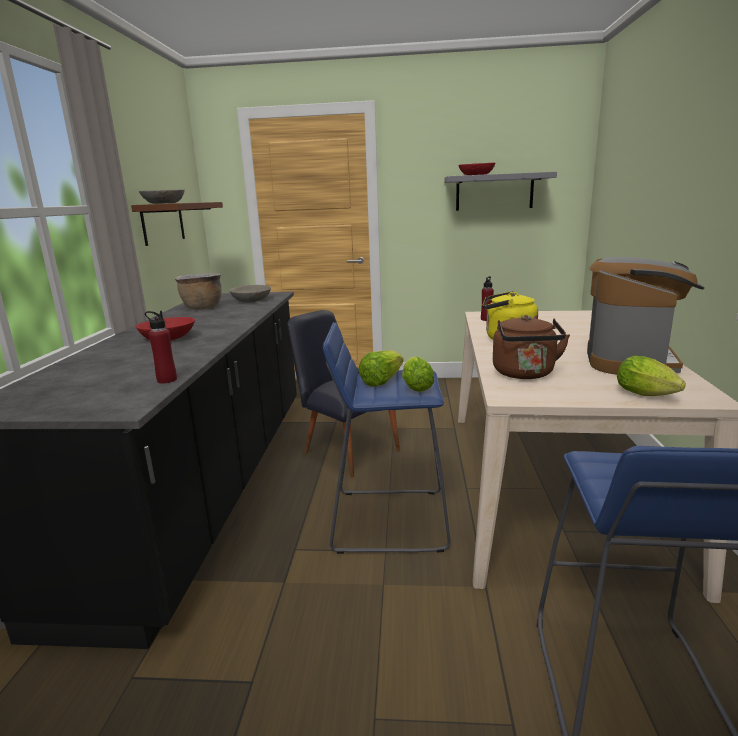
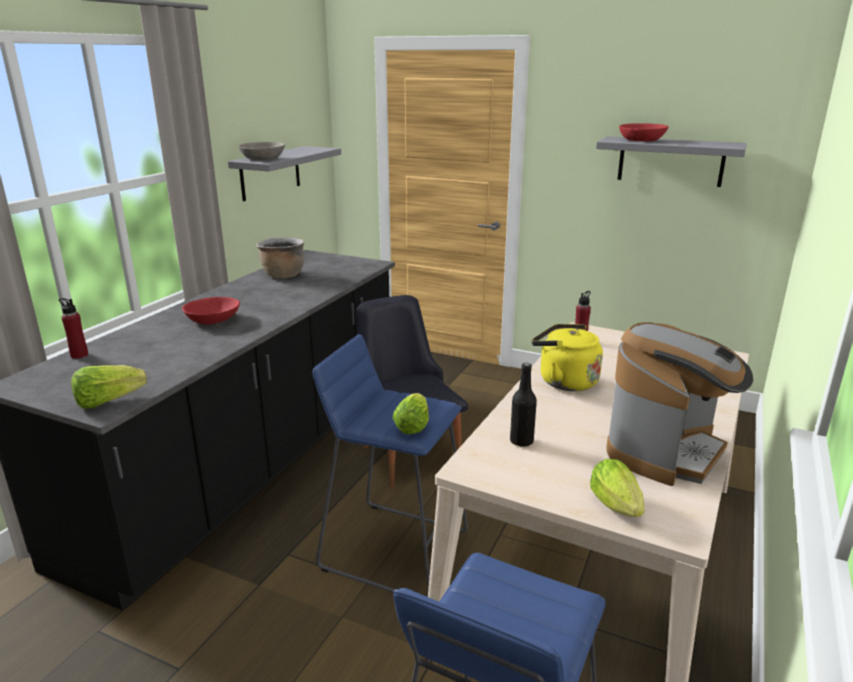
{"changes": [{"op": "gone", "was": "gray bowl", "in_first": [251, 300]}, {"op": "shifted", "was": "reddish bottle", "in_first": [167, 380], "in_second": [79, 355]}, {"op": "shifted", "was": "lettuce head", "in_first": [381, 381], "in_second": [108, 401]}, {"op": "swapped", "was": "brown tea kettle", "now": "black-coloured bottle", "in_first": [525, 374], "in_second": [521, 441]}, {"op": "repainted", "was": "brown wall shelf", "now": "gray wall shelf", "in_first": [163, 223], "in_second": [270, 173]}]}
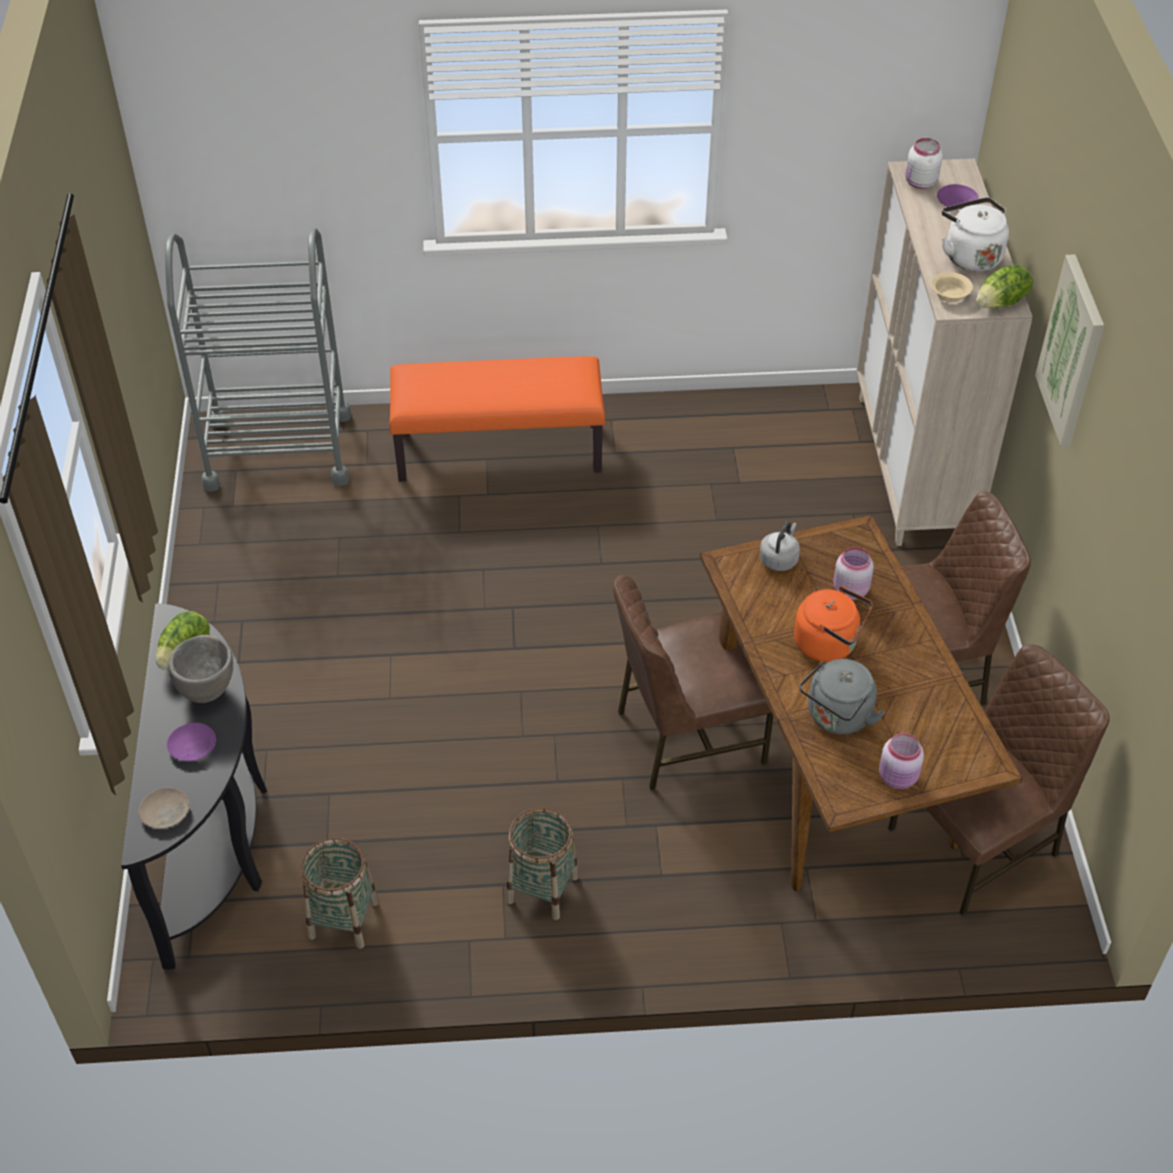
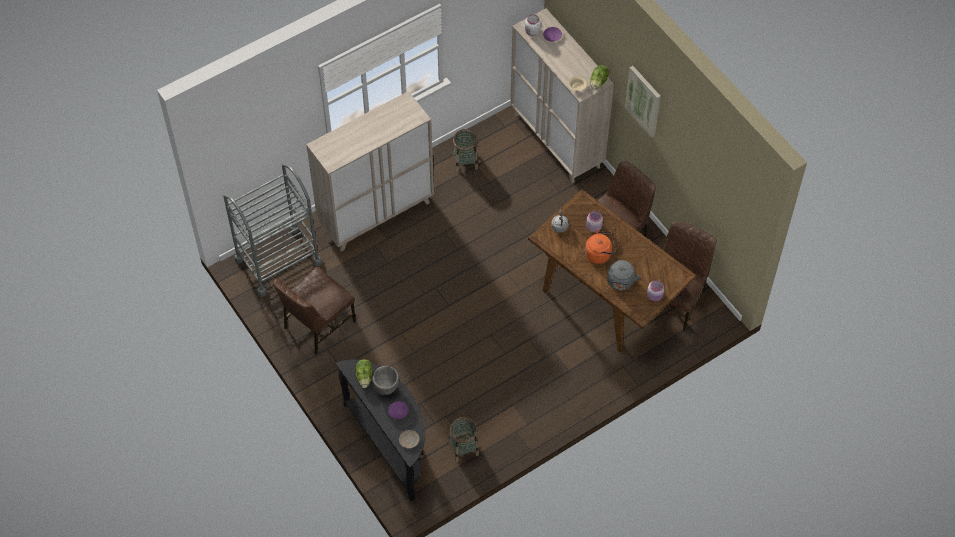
{"changes": [{"op": "gone", "was": "white-coloured tea kettle", "in_first": [970, 256]}, {"op": "shifted", "was": "basket", "in_first": [542, 889], "in_second": [465, 162]}, {"op": "shifted", "was": "brown chair", "in_first": [687, 736], "in_second": [318, 324]}, {"op": "swapped", "was": "orange indoor bench", "now": "sand-coloured cupboard", "in_first": [500, 450], "in_second": [376, 214]}]}
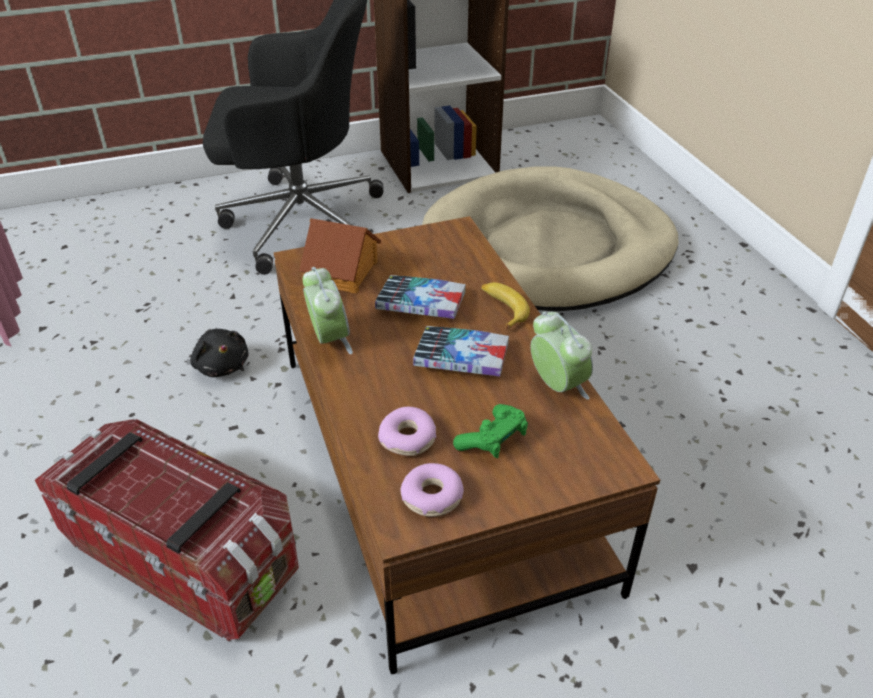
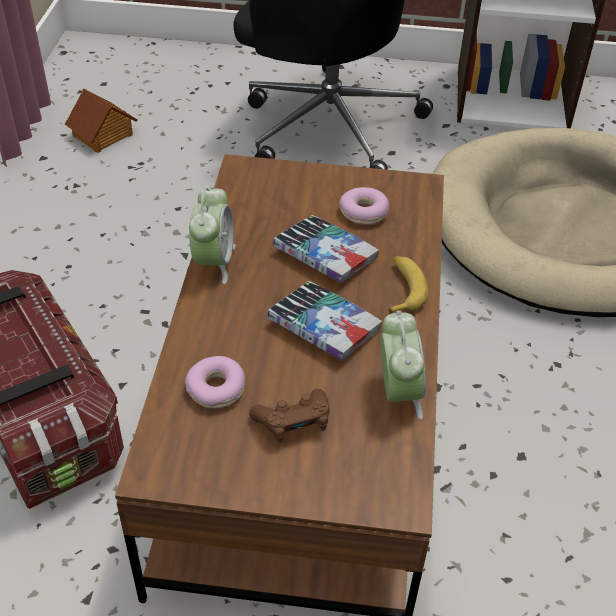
{"changes": [{"op": "gone", "was": "black-coloured cuddly toy", "in_first": [221, 365]}, {"op": "shifted", "was": "model house", "in_first": [343, 272], "in_second": [103, 135]}, {"op": "shifted", "was": "doughnut", "in_first": [432, 497], "in_second": [364, 213]}, {"op": "repainted", "was": "greenish gamepad", "now": "brown gamepad", "in_first": [493, 440], "in_second": [293, 423]}]}
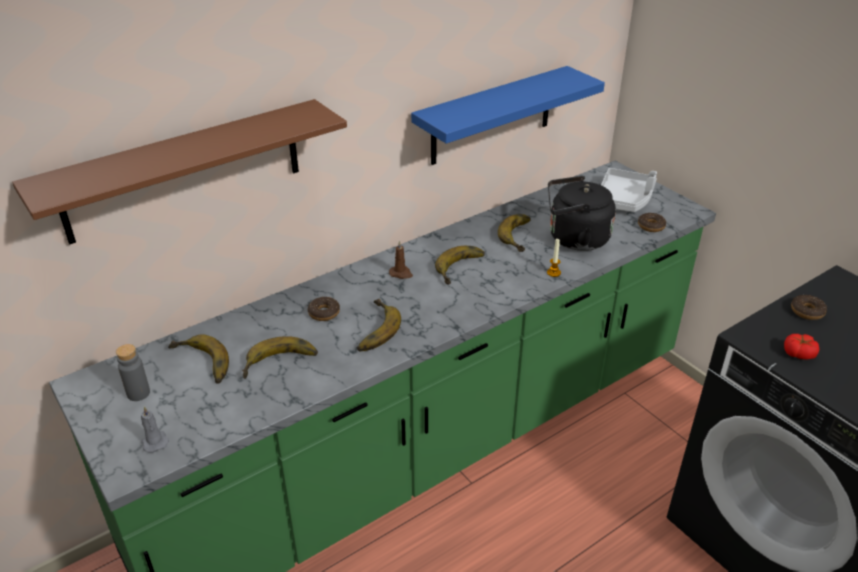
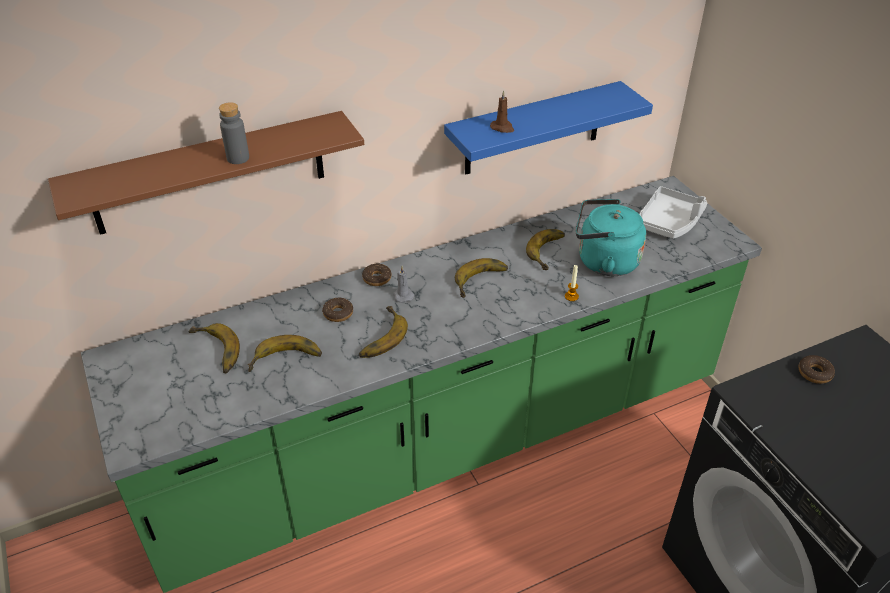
{"changes": [{"op": "gone", "was": "tomato", "in_first": [799, 353]}, {"op": "shifted", "was": "gray bottle", "in_first": [138, 393], "in_second": [238, 158]}, {"op": "shifted", "was": "gray candle", "in_first": [154, 441], "in_second": [402, 295]}, {"op": "shifted", "was": "brown candle", "in_first": [401, 274], "in_second": [502, 128]}, {"op": "shifted", "was": "doughnut", "in_first": [651, 226], "in_second": [377, 278]}, {"op": "repainted", "was": "black-coloured tea kettle", "now": "turquoise tea kettle", "in_first": [574, 239], "in_second": [603, 261]}]}
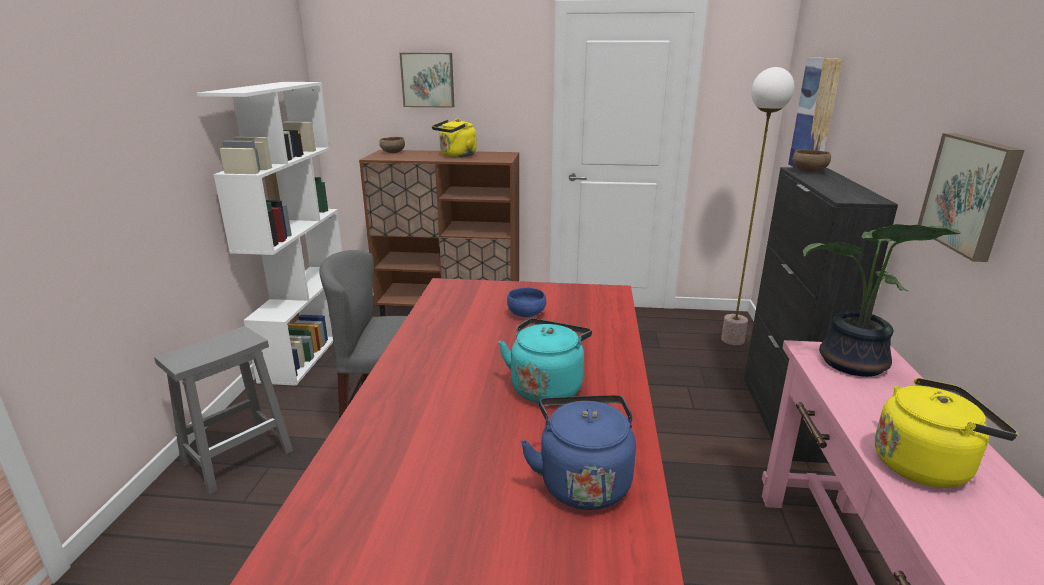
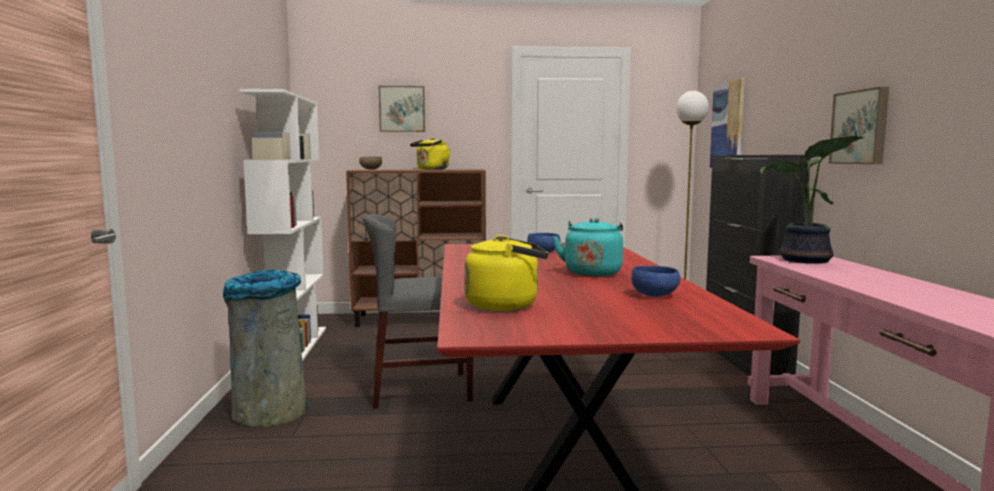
{"changes": [{"op": "gone", "was": "brown bowl", "in_first": [808, 171]}, {"op": "shifted", "was": "yellow tea kettle", "in_first": [925, 465], "in_second": [506, 305]}, {"op": "swapped", "was": "gray stool seat", "now": "gray rubbish bin", "in_first": [239, 456], "in_second": [269, 412]}, {"op": "swapped", "was": "blue-coloured tea kettle", "now": "blue-coloured bowl", "in_first": [583, 480], "in_second": [655, 295]}]}
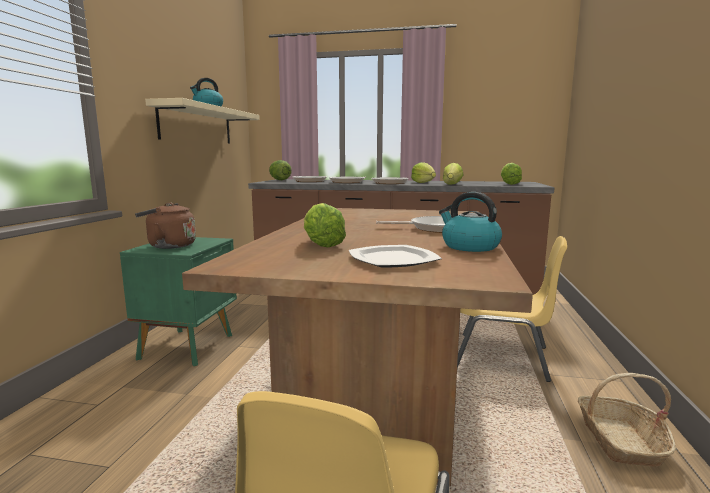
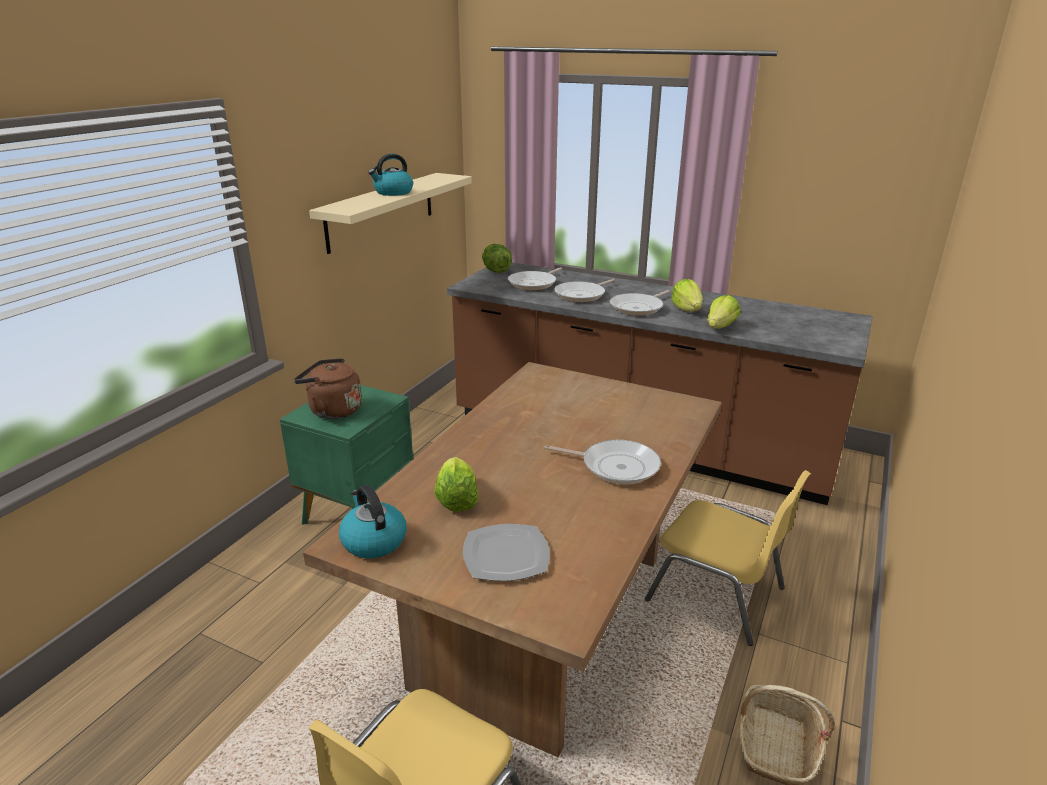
{"changes": [{"op": "gone", "was": "lettuce head", "in_first": [509, 184]}, {"op": "shifted", "was": "tea kettle", "in_first": [469, 246], "in_second": [373, 541]}]}
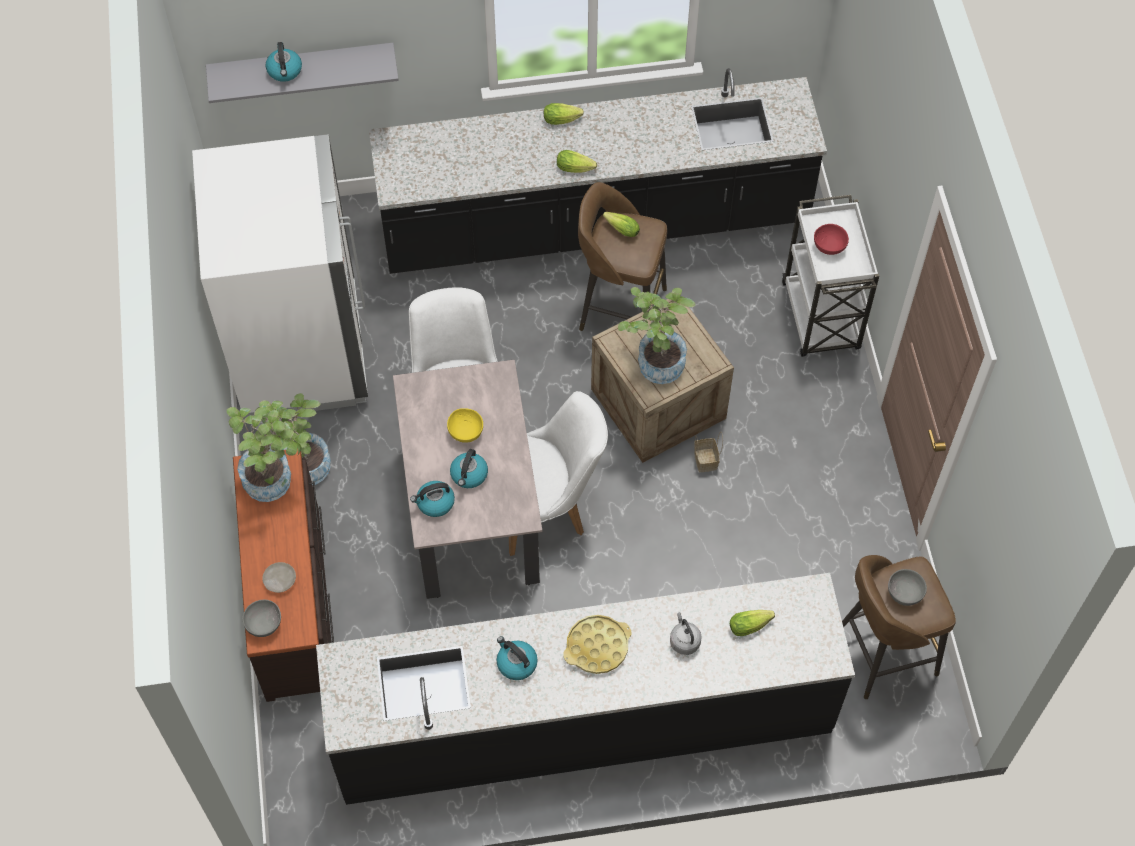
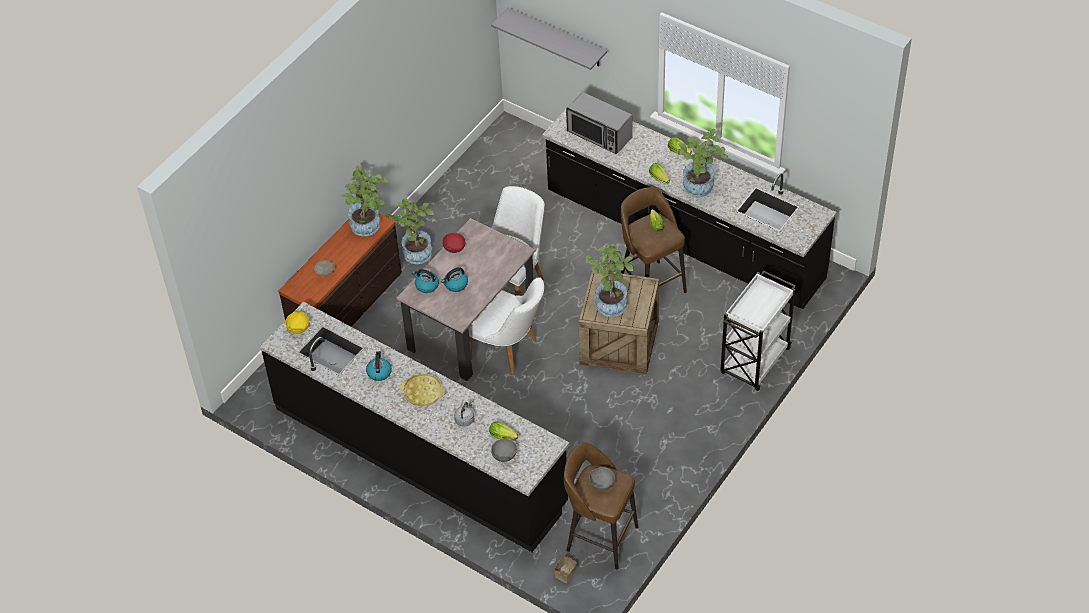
{"changes": [{"op": "gone", "was": "white-coloured refrigerator", "in_first": [301, 351]}, {"op": "gone", "was": "tea kettle", "in_first": [285, 71]}, {"op": "new", "now": "microwave oven", "in_second": [599, 135]}, {"op": "new", "now": "houseplant", "in_second": [699, 190]}, {"op": "shifted", "was": "gray bowl", "in_first": [265, 624], "in_second": [505, 456]}, {"op": "shifted", "was": "yellow bowl", "in_first": [466, 431], "in_second": [299, 328]}, {"op": "shifted", "was": "basket", "in_first": [706, 461], "in_second": [565, 574]}, {"op": "shifted", "was": "reddish bowl", "in_first": [828, 246], "in_second": [454, 247]}]}
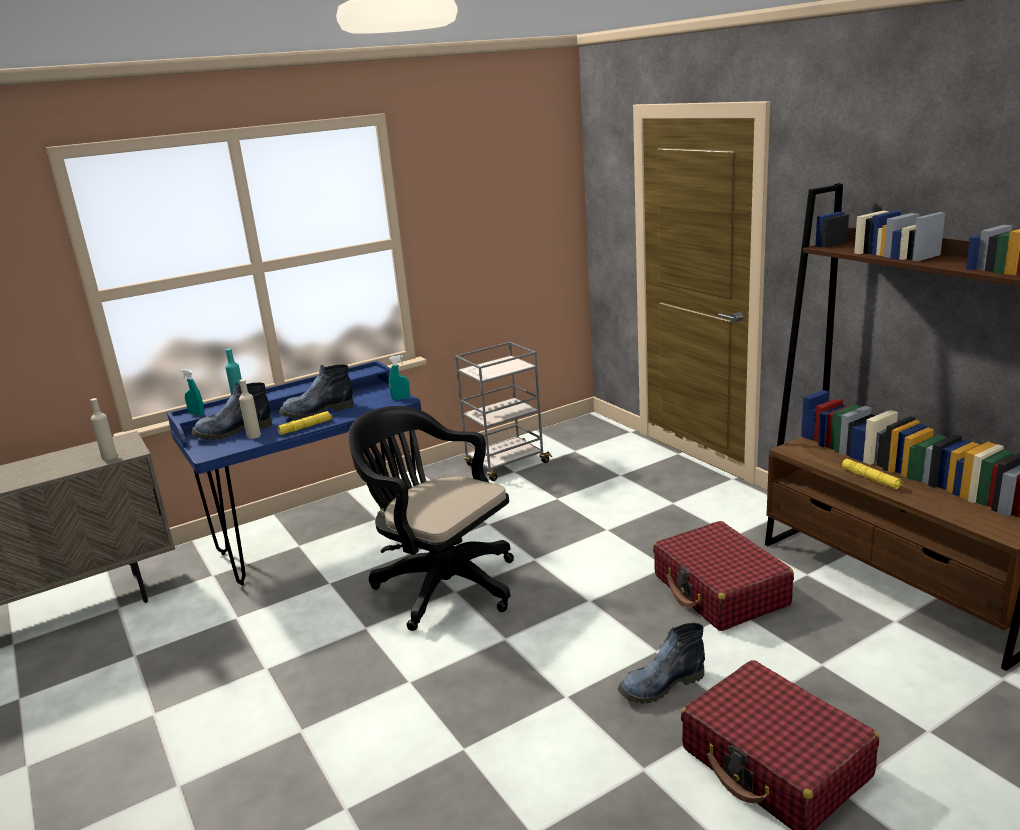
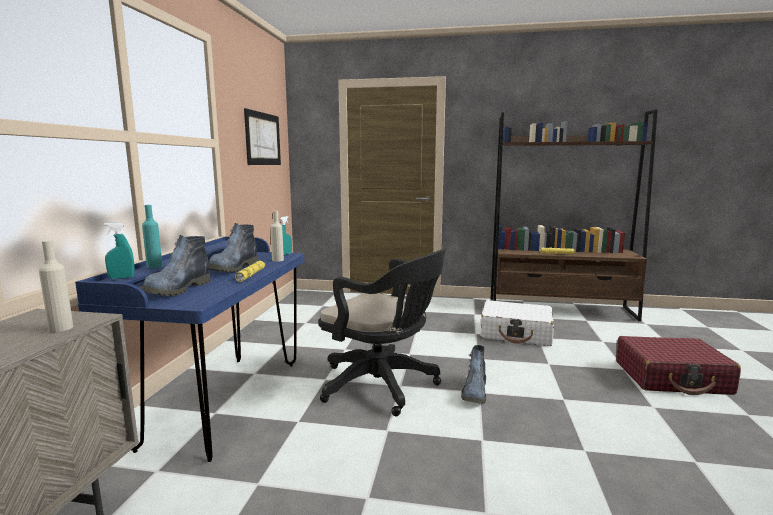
{"changes": [{"op": "gone", "was": "gray cart", "in_first": [506, 464]}, {"op": "new", "now": "wall art", "in_second": [263, 139]}, {"op": "shifted", "was": "sand-coloured bottle", "in_first": [253, 436], "in_second": [277, 260]}, {"op": "shifted", "was": "tall boot", "in_first": [660, 686], "in_second": [475, 393]}, {"op": "repainted", "was": "reddish suitcase", "now": "white-coloured suitcase", "in_first": [720, 591], "in_second": [516, 333]}, {"op": "rotated", "was": "black-coloured desk chair", "in_first": [440, 584], "in_second": [383, 386], "clockwise": -135}]}
